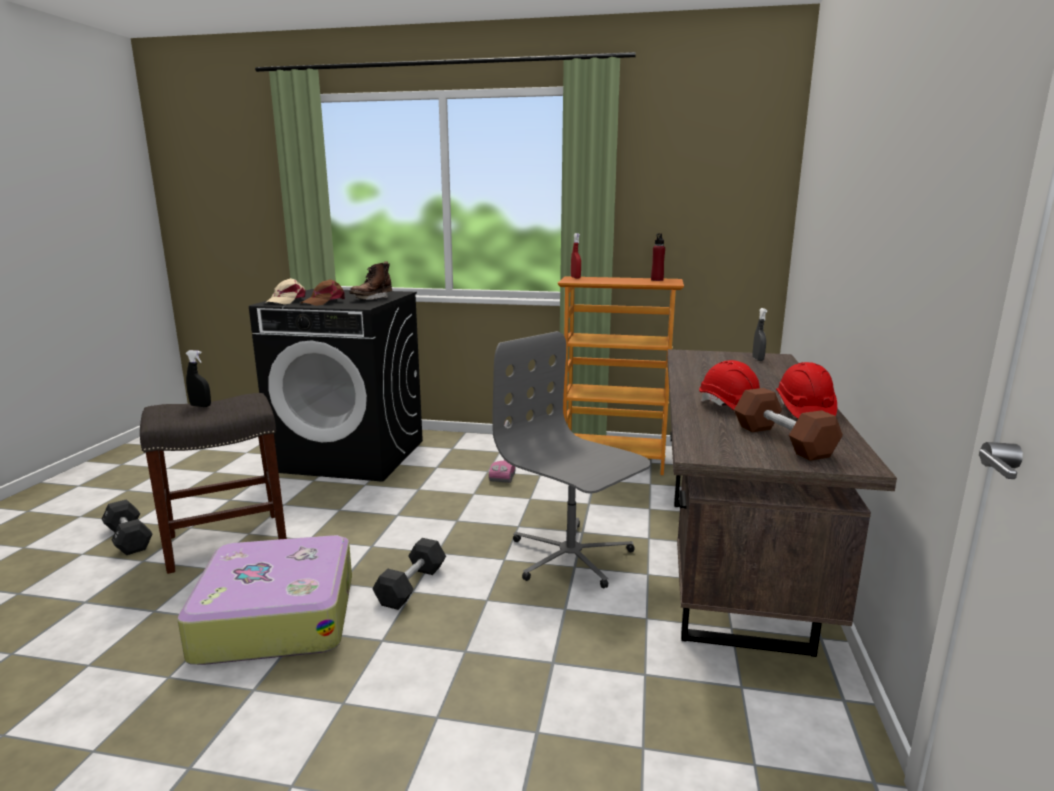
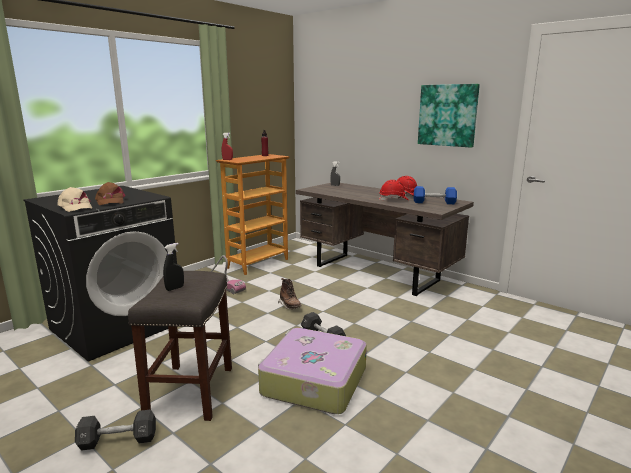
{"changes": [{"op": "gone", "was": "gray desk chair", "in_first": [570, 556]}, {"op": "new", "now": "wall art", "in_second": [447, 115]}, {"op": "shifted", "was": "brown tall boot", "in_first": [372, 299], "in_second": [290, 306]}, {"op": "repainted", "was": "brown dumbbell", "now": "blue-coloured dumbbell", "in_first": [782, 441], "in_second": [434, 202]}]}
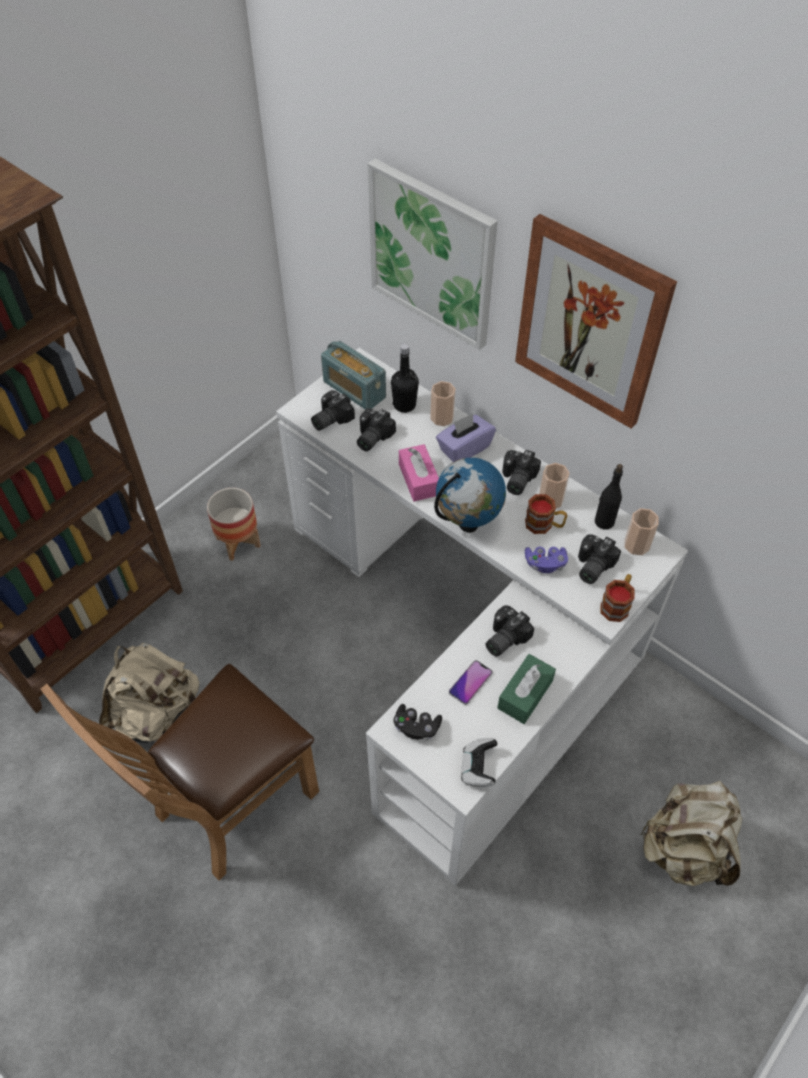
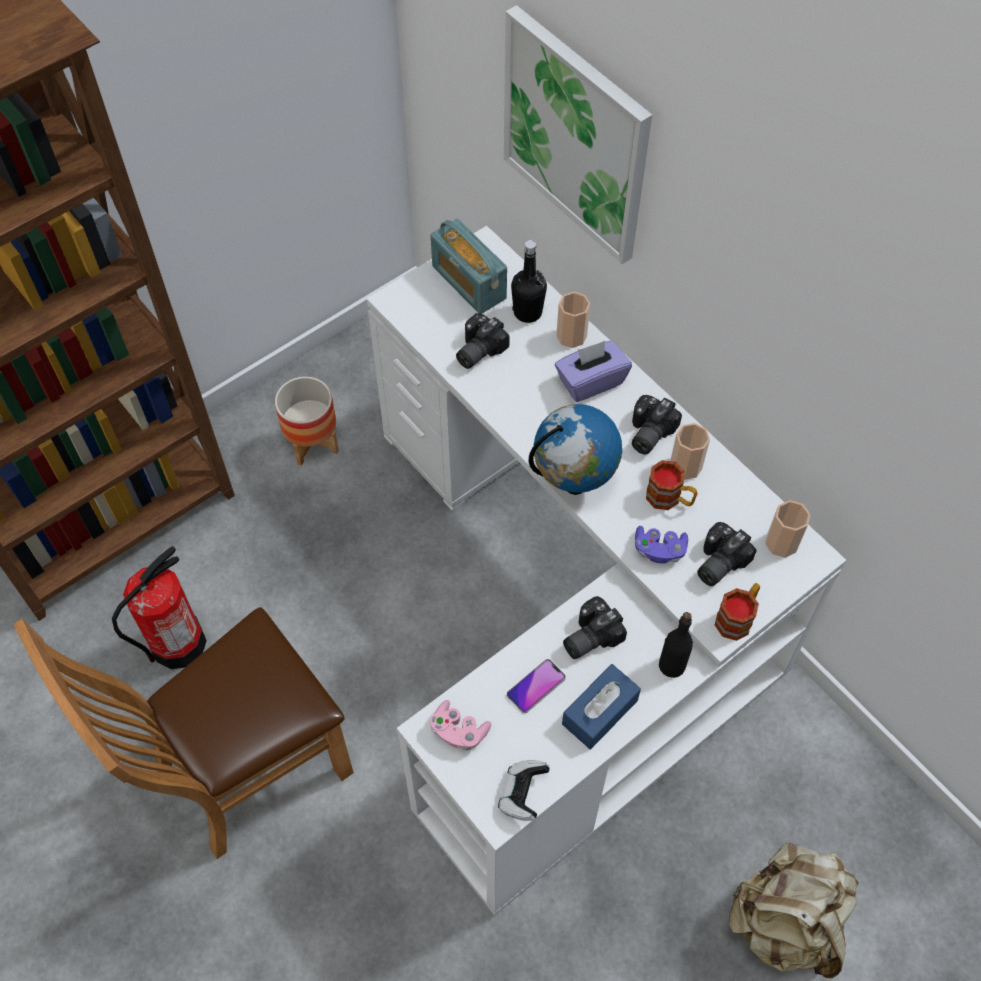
{"changes": [{"op": "gone", "was": "still camera", "in_first": [329, 418]}, {"op": "gone", "was": "pink-coloured box of tissues", "in_first": [418, 479]}, {"op": "gone", "was": "wall art", "in_first": [590, 323]}, {"op": "shifted", "was": "black-coloured bottle", "in_first": [604, 521], "in_second": [671, 665]}, {"op": "swapped", "was": "sand-coloured knapsack", "now": "fire extinguisher", "in_first": [156, 713], "in_second": [177, 644]}, {"op": "repainted", "was": "black-coloured gamepad", "now": "pink-coloured gamepad", "in_first": [416, 727], "in_second": [458, 731]}, {"op": "repainted", "was": "greenish box of tissues", "now": "blue-coloured box of tissues", "in_first": [525, 694], "in_second": [600, 712]}]}
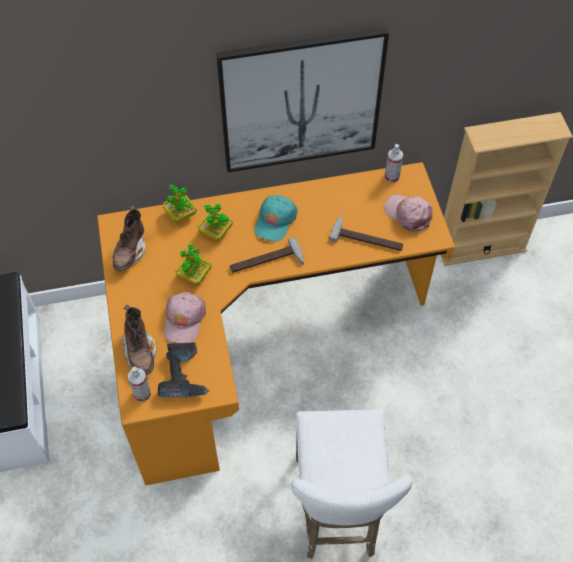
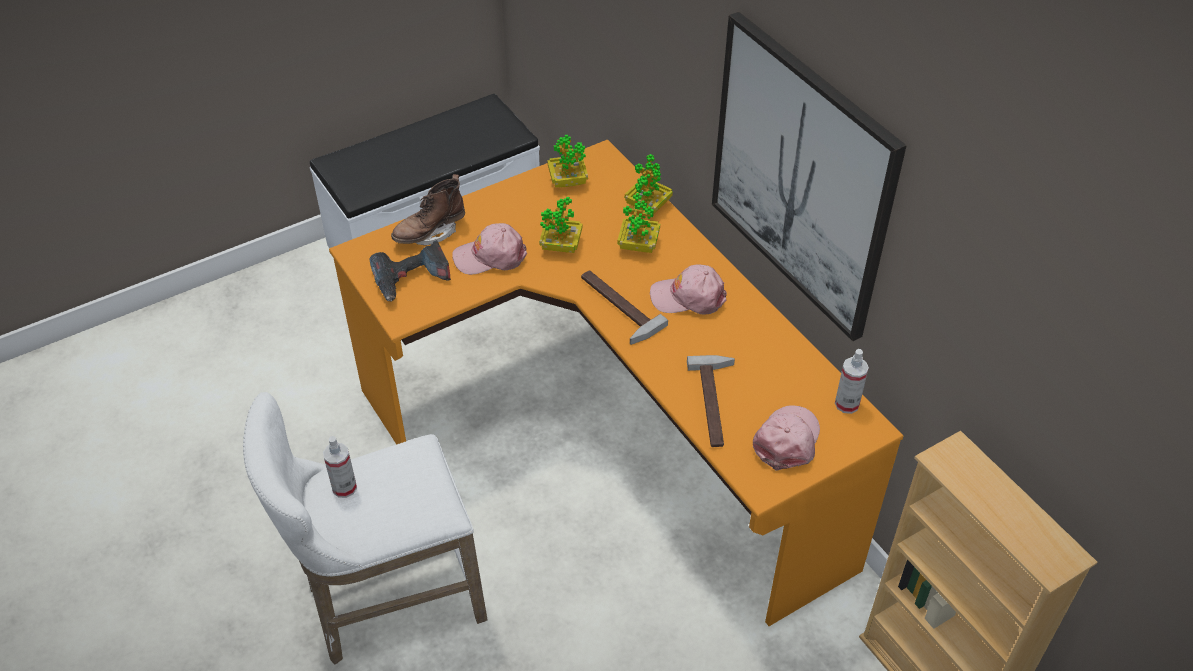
{"changes": [{"op": "shifted", "was": "hand sprayer", "in_first": [142, 394], "in_second": [344, 487]}, {"op": "swapped", "was": "brown tall boot", "now": "houseplant", "in_first": [130, 252], "in_second": [567, 181]}, {"op": "repainted", "was": "turquoise baseball cap", "now": "pink-coloured baseball cap", "in_first": [275, 221], "in_second": [688, 297]}]}
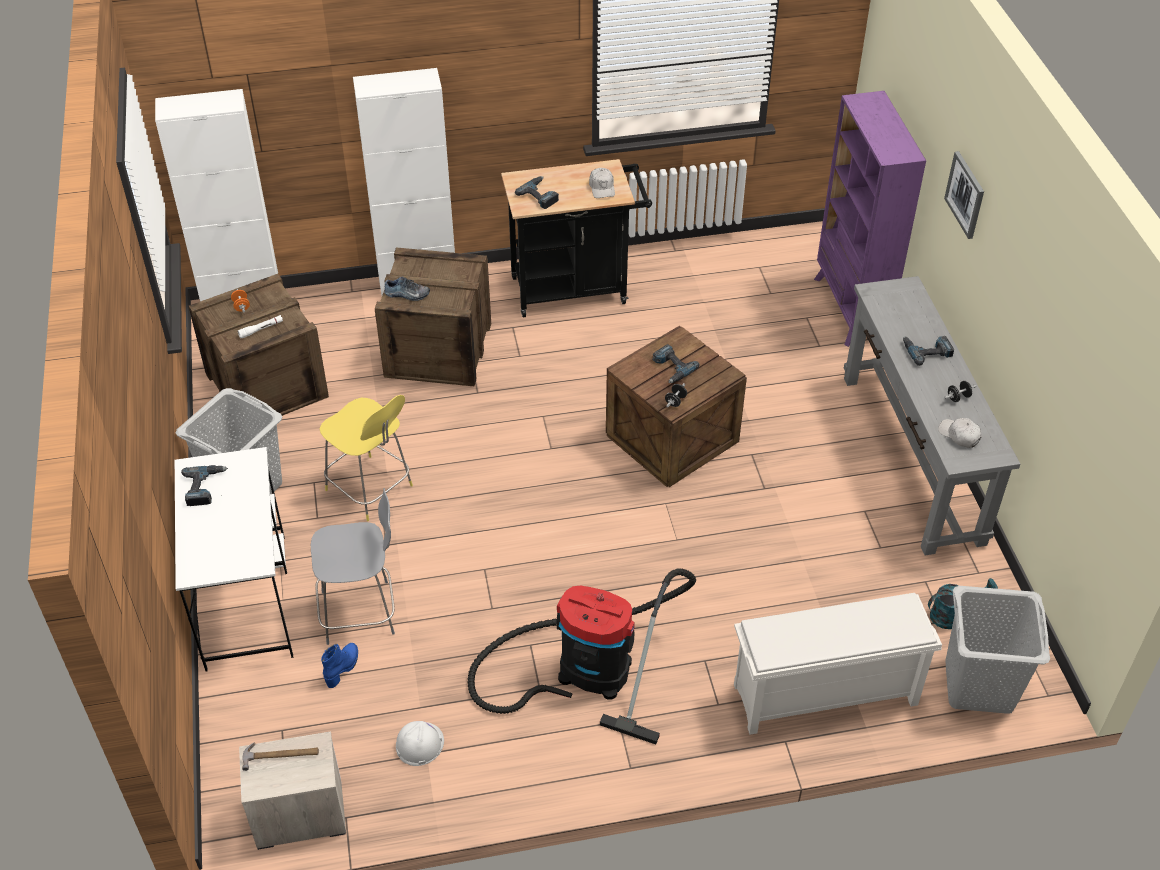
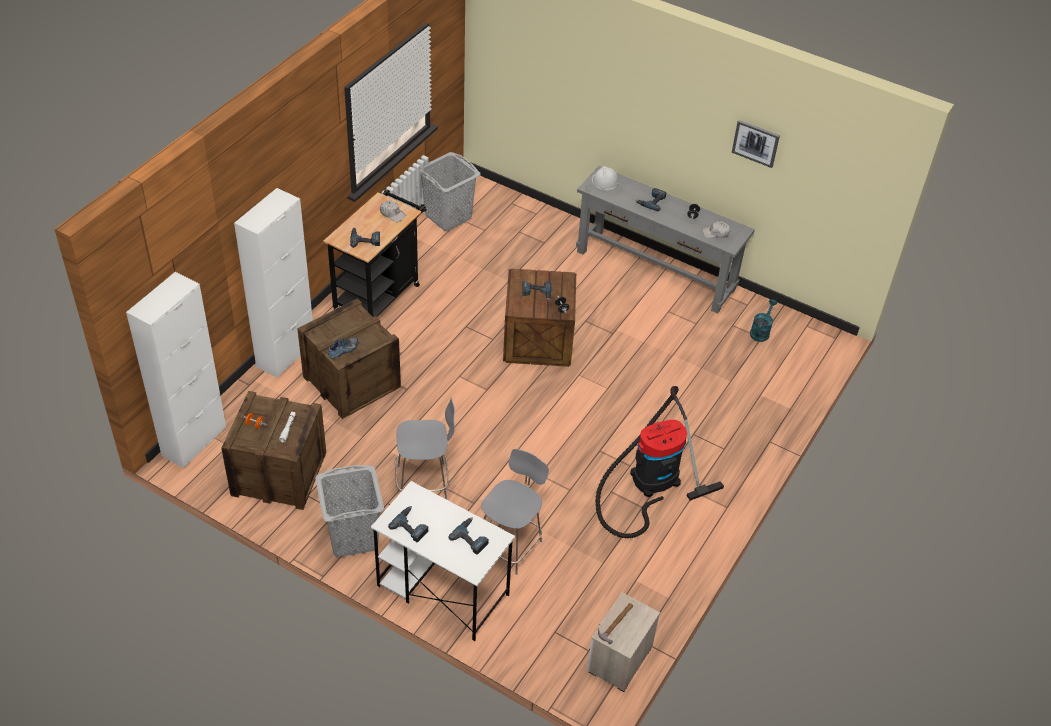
{"changes": [{"op": "gone", "was": "blue-coloured tall boot", "in_first": [343, 668]}, {"op": "gone", "was": "white-coloured shoe stand", "in_first": [823, 696]}, {"op": "gone", "was": "purple-coloured shelving unit", "in_first": [850, 309]}, {"op": "new", "now": "power drill", "in_second": [471, 538]}, {"op": "shifted", "was": "white-coloured work helmet", "in_first": [419, 744], "in_second": [604, 181]}, {"op": "shifted", "was": "wall art", "in_first": [965, 194], "in_second": [756, 143]}, {"op": "shifted", "was": "gray hamper", "in_first": [979, 686], "in_second": [449, 217]}, {"op": "repainted", "was": "yellow stool seat", "now": "gray stool seat", "in_first": [371, 489], "in_second": [424, 482]}]}
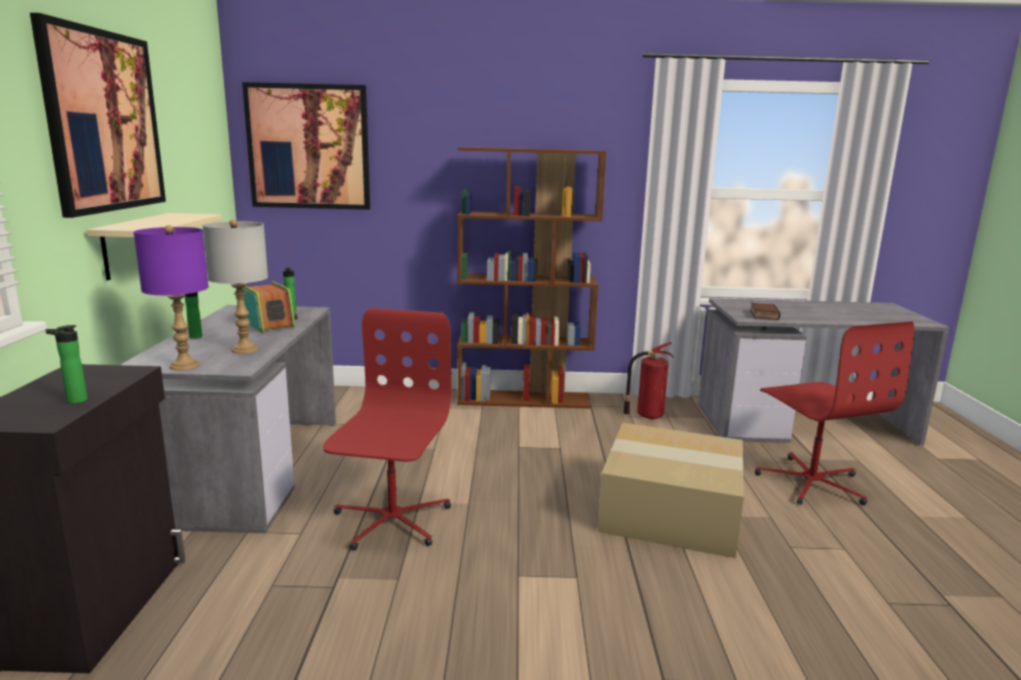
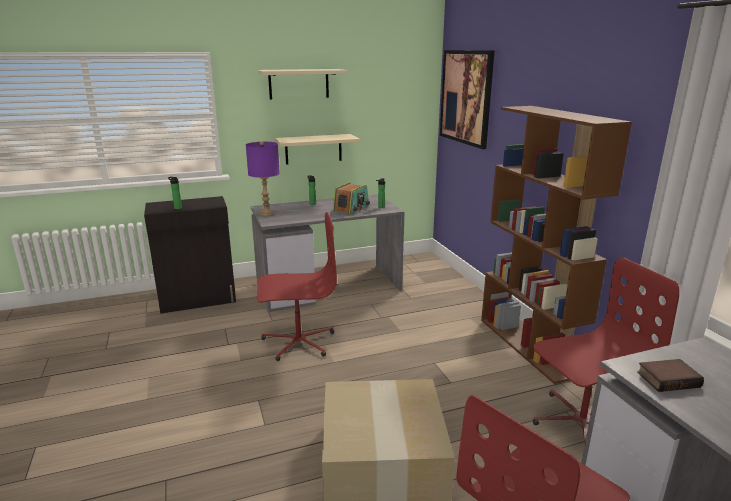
{"changes": [{"op": "gone", "was": "gray lamp for a table", "in_first": [245, 349]}, {"op": "swapped", "was": "wall art", "now": "sand-coloured wall shelf", "in_first": [104, 121], "in_second": [299, 84]}, {"op": "swapped", "was": "fire extinguisher", "now": "reddish desk chair", "in_first": [647, 415], "in_second": [580, 423]}]}
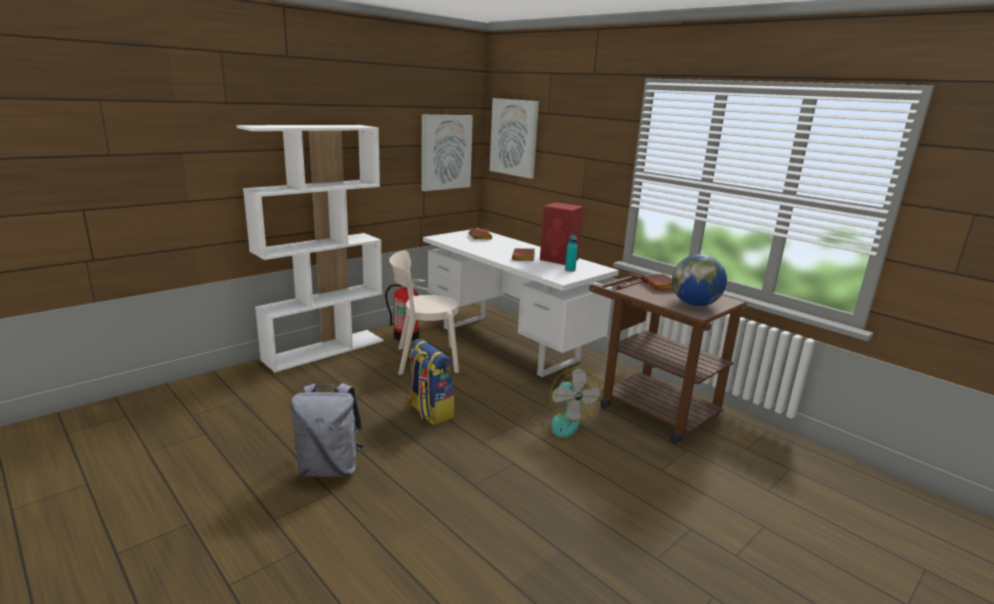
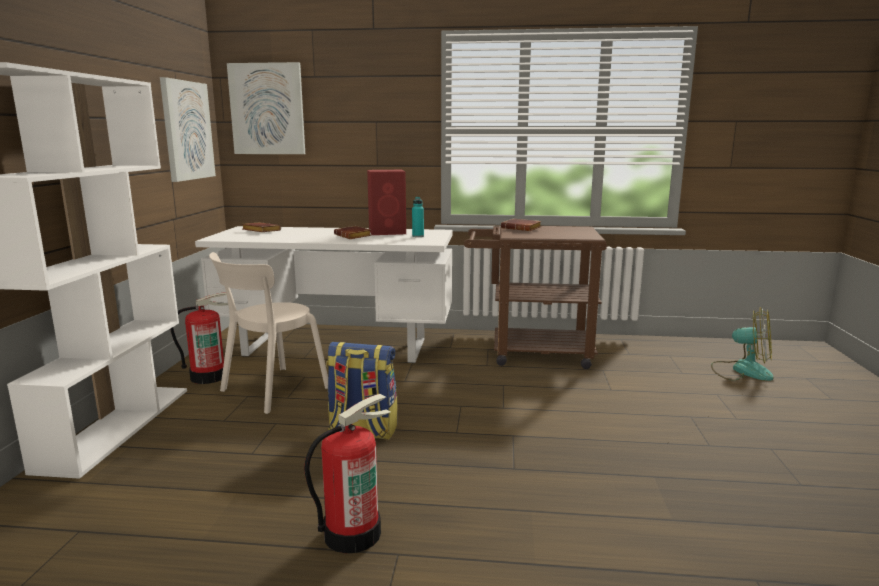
{"changes": [{"op": "gone", "was": "world globe", "in_first": [694, 304]}, {"op": "shifted", "was": "cooling fan", "in_first": [560, 421], "in_second": [742, 370]}, {"op": "swapped", "was": "gray knapsack", "now": "fire extinguisher", "in_first": [330, 468], "in_second": [352, 533]}]}
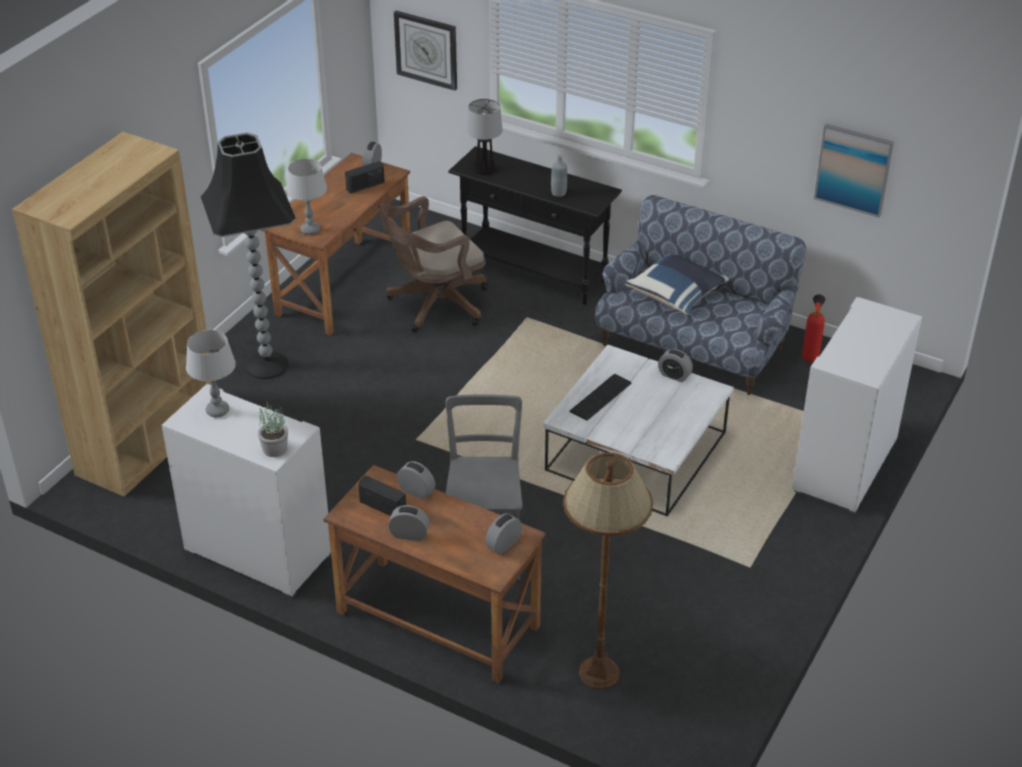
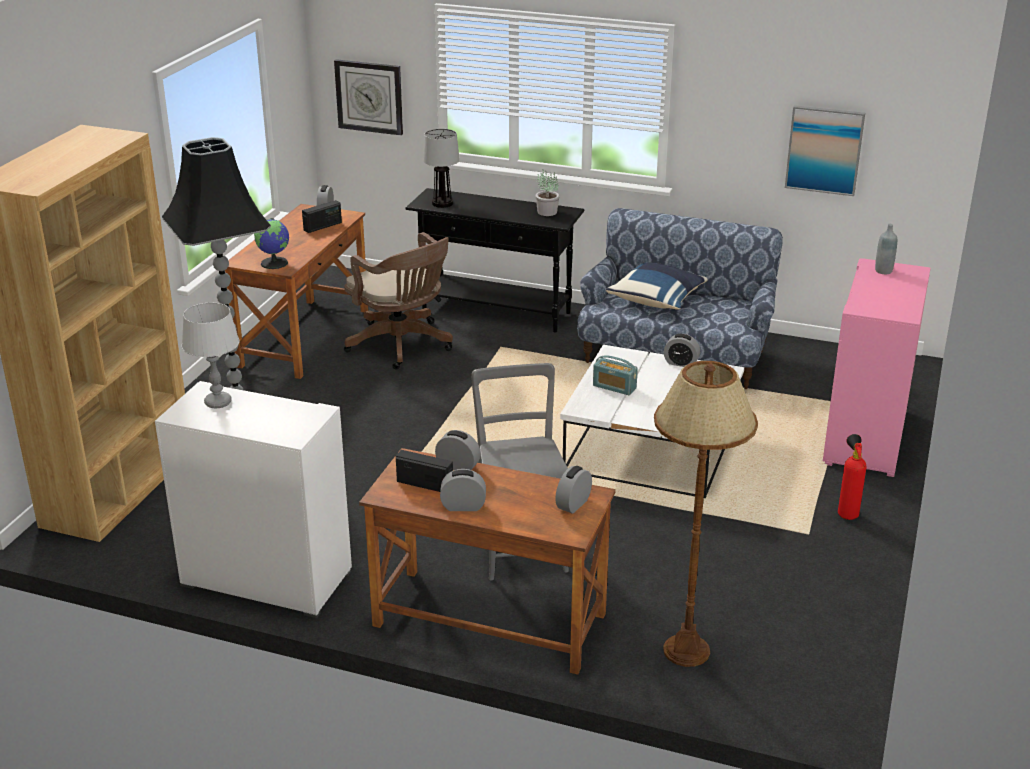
{"changes": [{"op": "shifted", "was": "houseplant", "in_first": [274, 448], "in_second": [546, 212]}, {"op": "shifted", "was": "gray bottle", "in_first": [558, 193], "in_second": [883, 271]}, {"op": "shifted", "was": "fire extinguisher", "in_first": [810, 356], "in_second": [847, 513]}, {"op": "swapped", "was": "gray lamp for a table", "now": "world globe", "in_first": [310, 230], "in_second": [275, 263]}, {"op": "swapped", "was": "computer keyboard", "now": "radio set", "in_first": [602, 397], "in_second": [614, 387]}, {"op": "repainted", "was": "white-coloured cupboard", "now": "pink-coloured cupboard", "in_first": [846, 466], "in_second": [867, 438]}, {"op": "rotated", "was": "brown desk chair", "in_first": [434, 305], "in_second": [402, 345], "clockwise": -90}]}
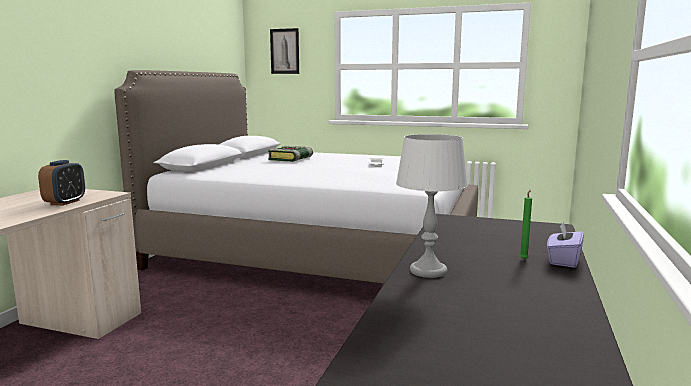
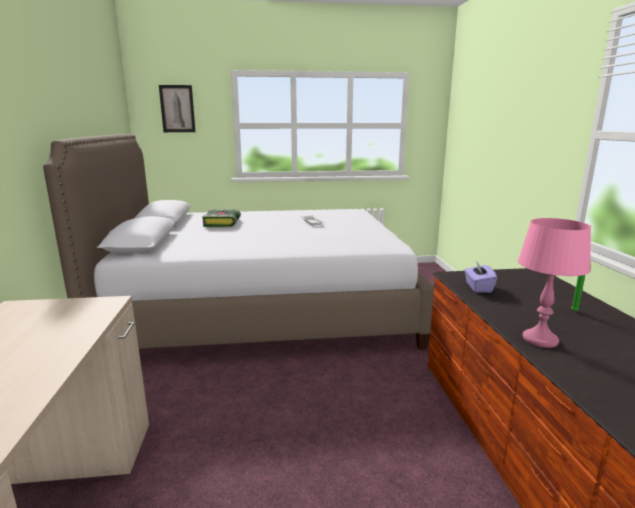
{"changes": [{"op": "gone", "was": "table clock", "in_first": [65, 202]}, {"op": "shifted", "was": "purple-coloured box of tissues", "in_first": [563, 260], "in_second": [478, 287]}, {"op": "repainted", "was": "gray lamp for a table", "now": "pink-coloured lamp for a table", "in_first": [429, 271], "in_second": [540, 339]}]}
